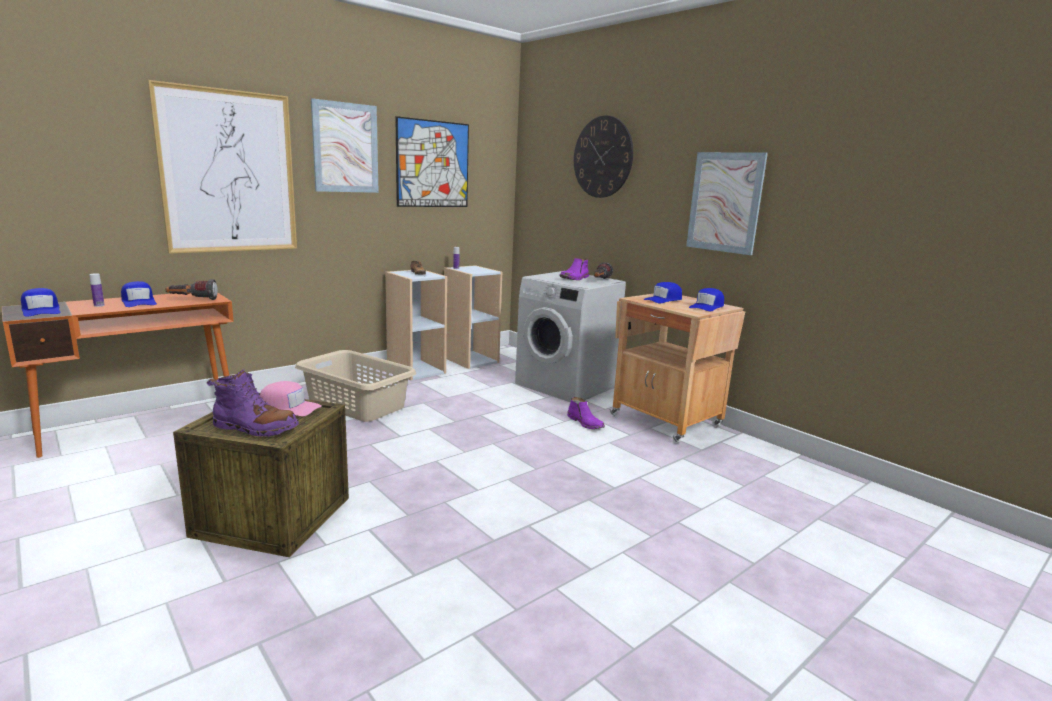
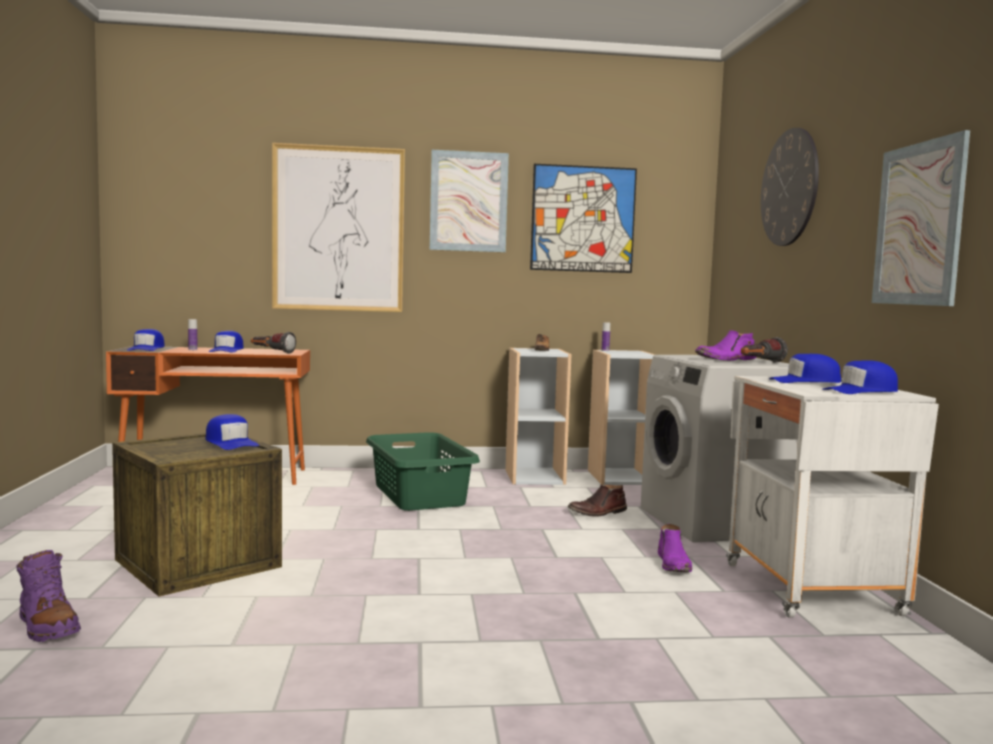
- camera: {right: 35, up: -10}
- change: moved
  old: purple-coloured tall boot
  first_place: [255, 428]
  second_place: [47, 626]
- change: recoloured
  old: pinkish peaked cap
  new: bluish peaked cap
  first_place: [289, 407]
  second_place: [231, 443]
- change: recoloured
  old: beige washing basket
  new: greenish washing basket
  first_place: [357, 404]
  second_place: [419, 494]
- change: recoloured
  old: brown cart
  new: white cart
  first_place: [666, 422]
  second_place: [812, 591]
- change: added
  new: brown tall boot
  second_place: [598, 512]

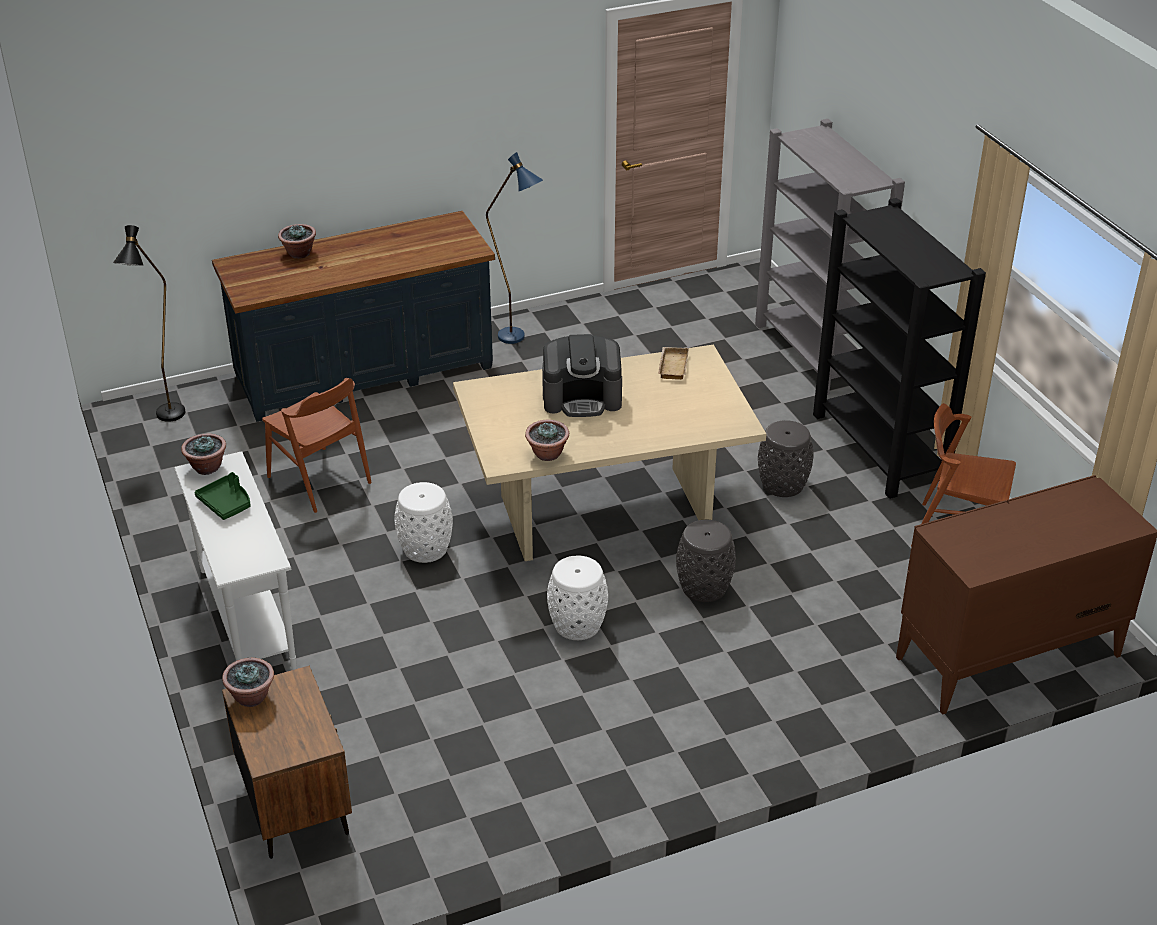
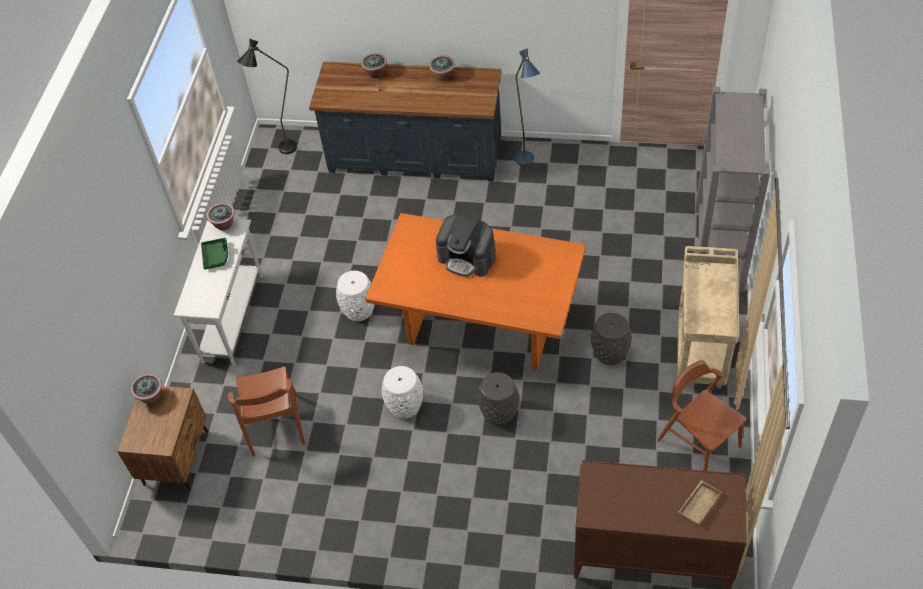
- camera: {right: 35, up: 15}
- change: moved
  old: brown upright chair
  first_place: [319, 480]
  second_place: [275, 425]
- change: recoloured
  old: beige dining table
  new: orange dining table
  first_place: [605, 512]
  second_place: [482, 326]
- change: moved
  old: potted plant
  first_place: [547, 454]
  second_place: [443, 76]
- change: moved
  old: beige tray
  first_place: [672, 366]
  second_place: [698, 503]
- change: replaced
  old: black-coloured bookcase
  new: beige cart
  first_place: [880, 447]
  second_place: [700, 349]

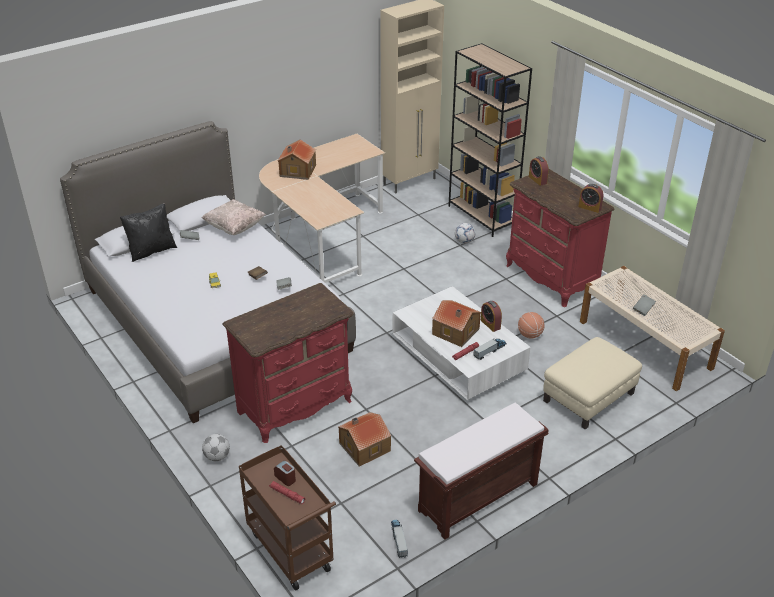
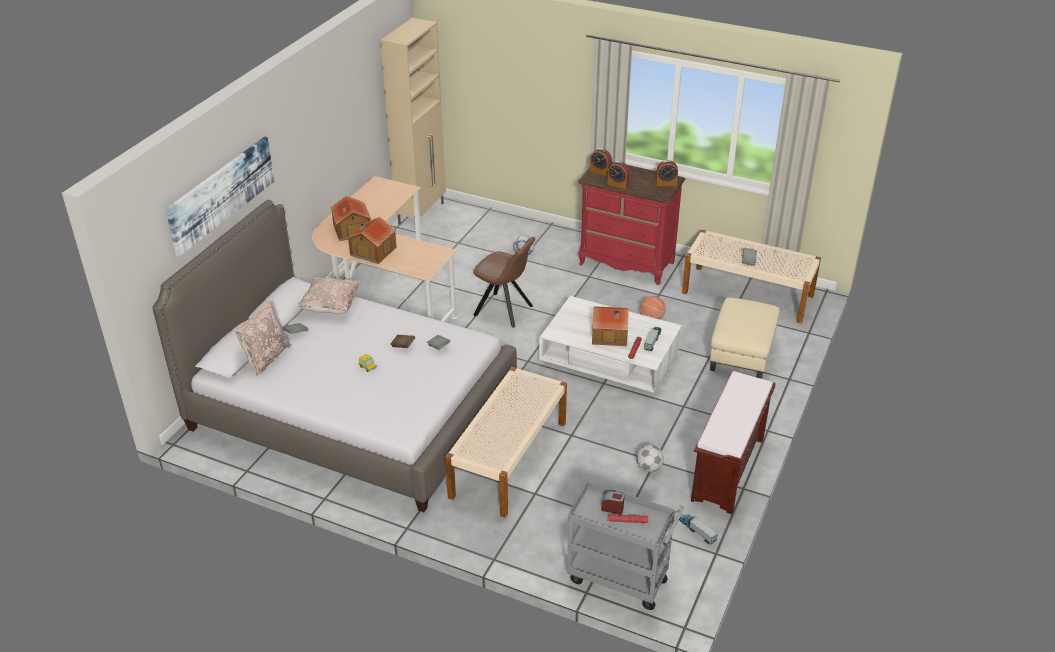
- camera: {right: -30, up: 0}
- change: recoloured
  old: black-coloured pillow
  new: beige pillow
  first_place: [151, 250]
  second_place: [266, 357]
- change: moved
  old: football
  first_place: [217, 456]
  second_place: [649, 468]
- change: replaced
  old: red-coloured chest of drawers
  new: beige bench
  first_place: [296, 408]
  second_place: [508, 459]
- change: recoloured
  old: brown cart
  new: gray cart
  first_place: [291, 553]
  second_place: [620, 582]
- change: moved
  old: toy house
  first_place: [363, 447]
  second_place: [372, 251]
- change: removed
  old: beige bookcase
  first_place: [482, 216]
- change: moved
  old: alarm clock
  first_place: [490, 324]
  second_place: [618, 184]
- change: added
  new: wall picture
  second_place: [222, 193]
- change: added
  new: brown upright chair
  second_place: [504, 310]

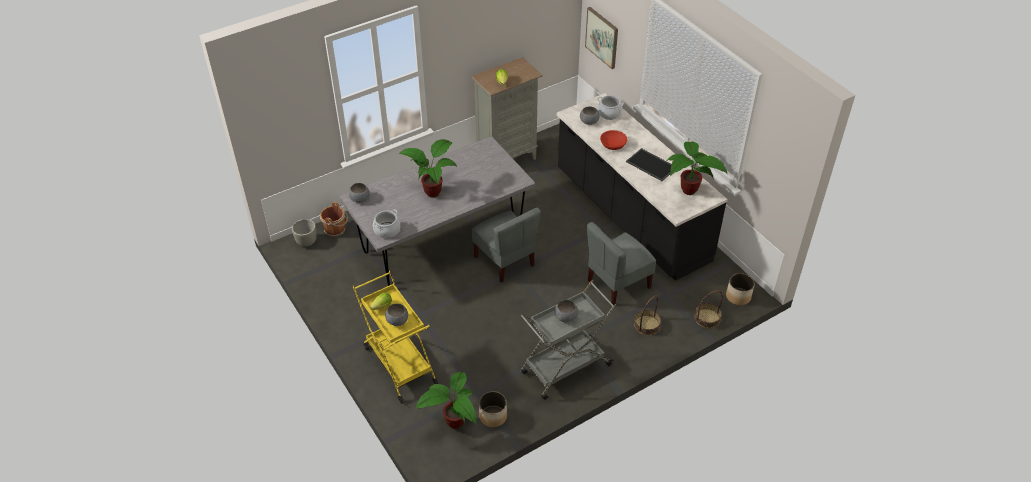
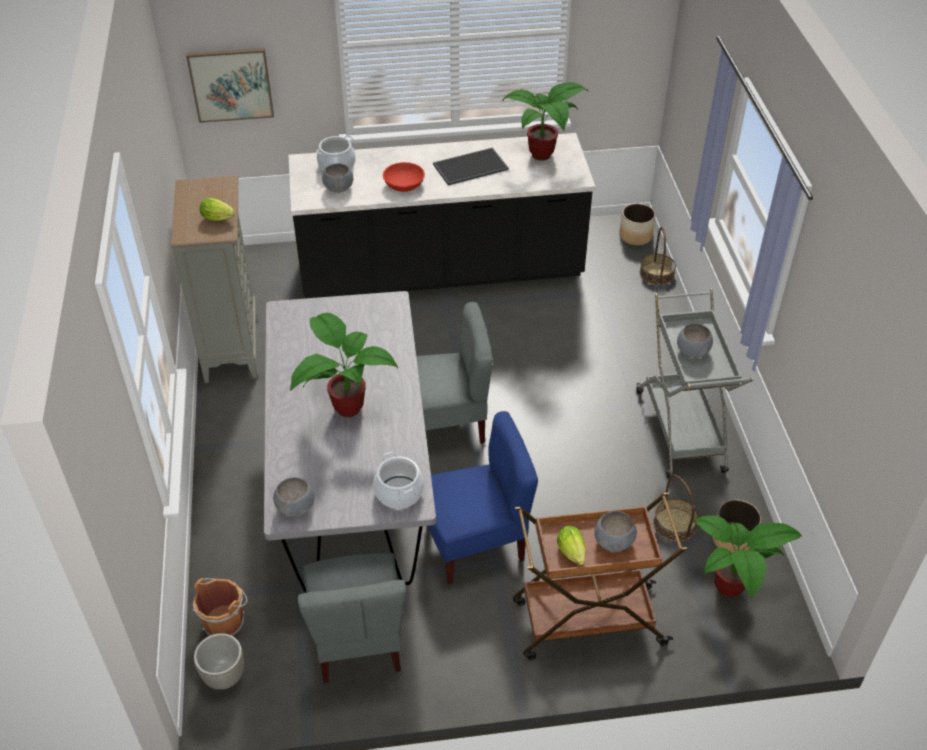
- camera: {right: -65, up: 0}
- change: recoloured
  old: yellow cart
  new: brown cart
  first_place: [400, 365]
  second_place: [588, 622]
- change: moved
  old: gray upright chair
  first_place: [618, 284]
  second_place: [358, 640]
- change: moved
  old: storage basket
  first_place: [647, 325]
  second_place: [675, 524]
- change: added
  new: bluish upright chair
  second_place: [475, 542]

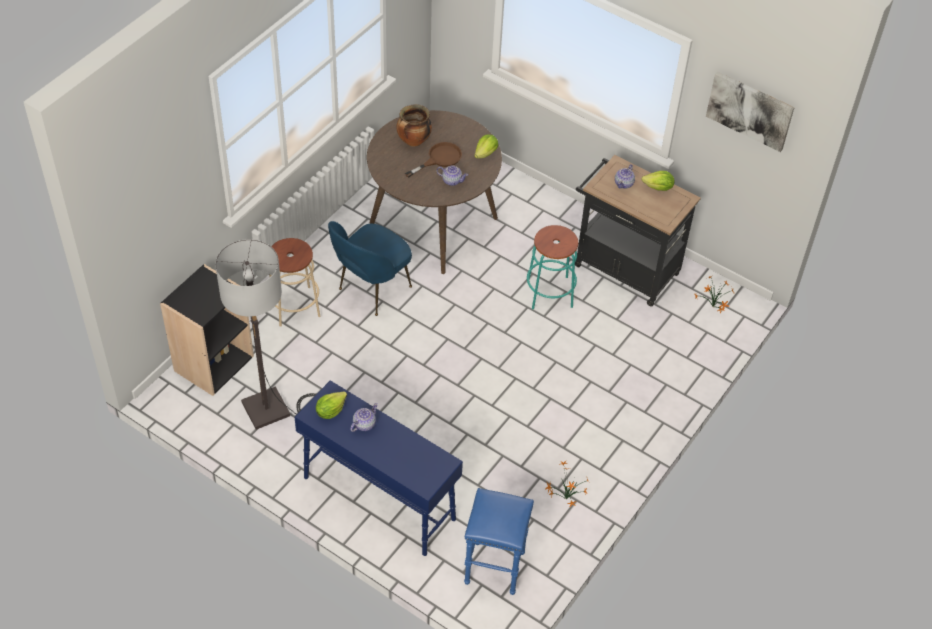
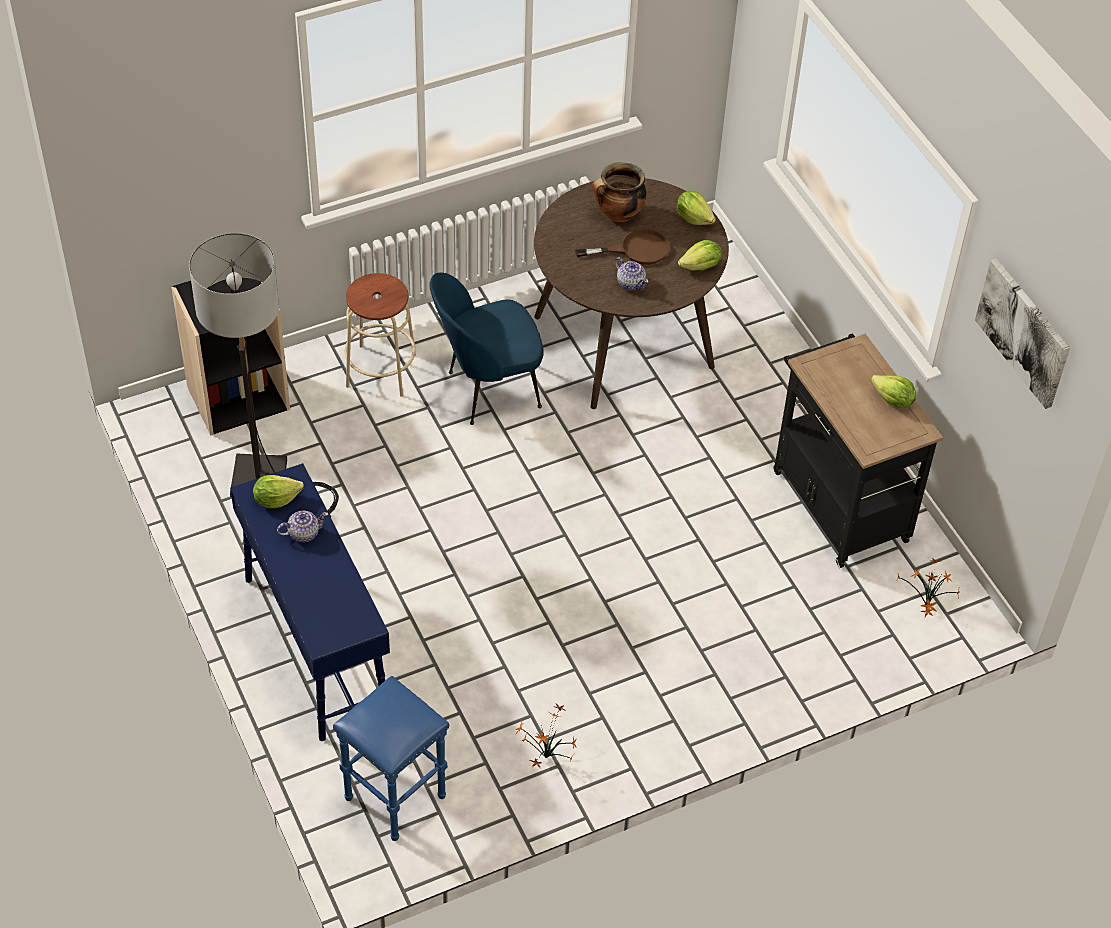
- camera: {right: 30, up: 0}
- change: removed
  old: turquoise-coloured stool seat
  first_place: [550, 292]
- change: removed
  old: teapot
  first_place: [624, 183]
- change: added
  new: lettuce head
  second_place: [694, 218]

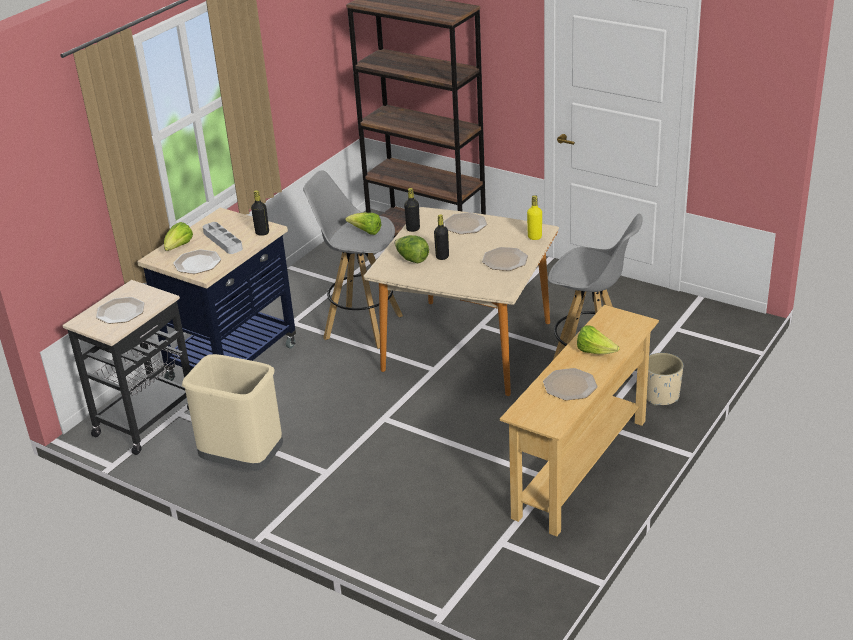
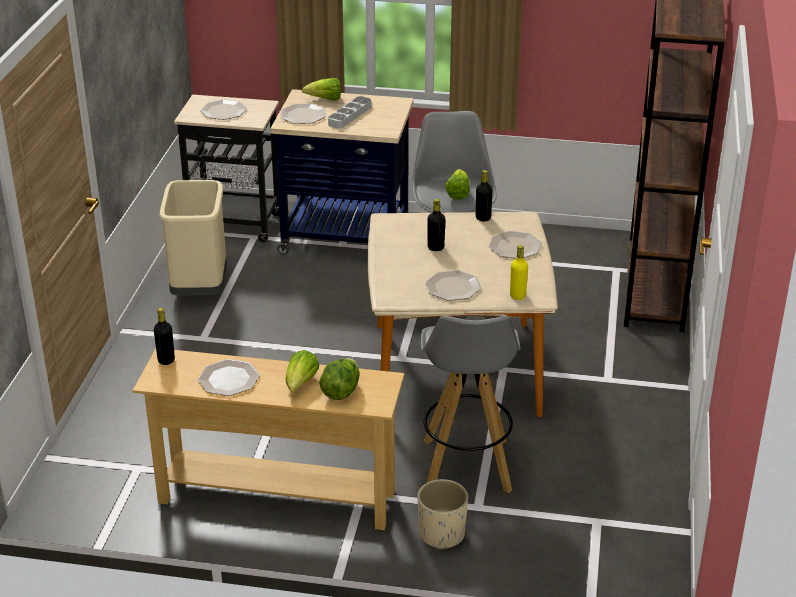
- camera: {right: 65, up: 0}
- change: moved
  old: black-coloured drink bottle
  first_place: [262, 233]
  second_place: [166, 360]
- change: moved
  old: lettuce head
  first_place: [412, 259]
  second_place: [341, 391]

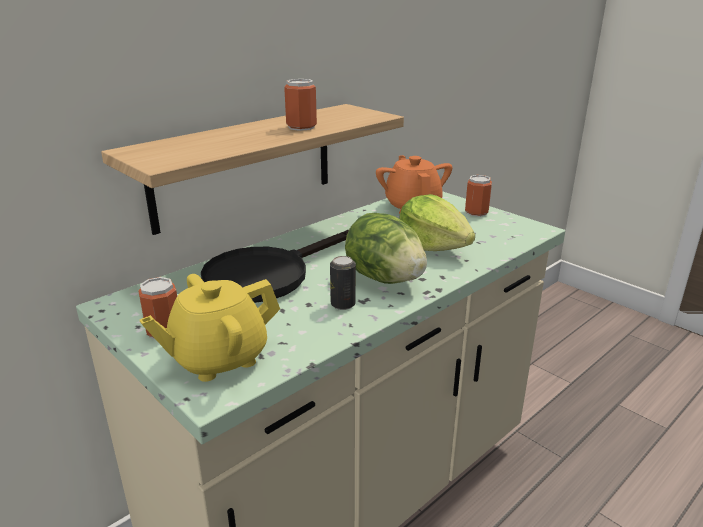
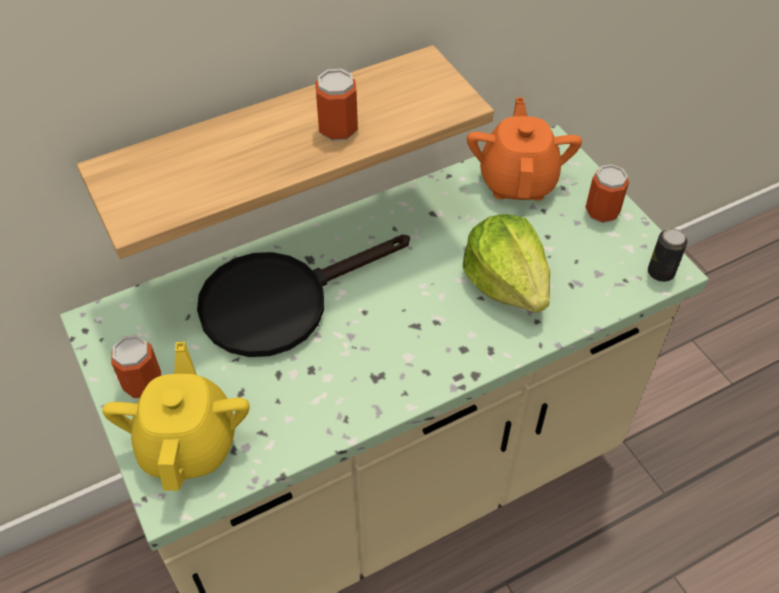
- camera: {right: 15, up: 25}
- change: turned
  old: yellow teapot
  first_place: [218, 358]
  second_place: [189, 443]
  degrees: 105
- change: moved
  old: can
  first_place: [343, 304]
  second_place: [660, 272]
- change: removed
  old: lettuce head
  first_place: [385, 278]

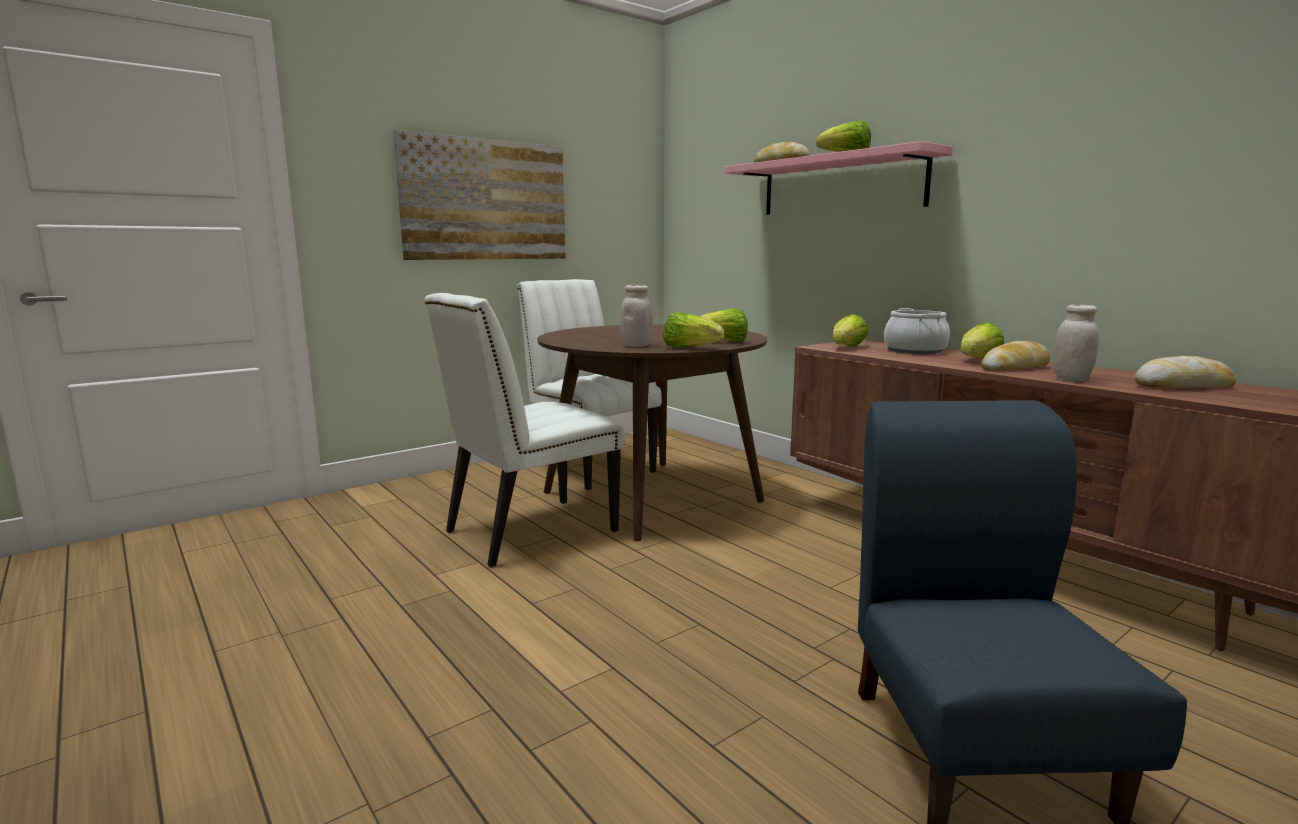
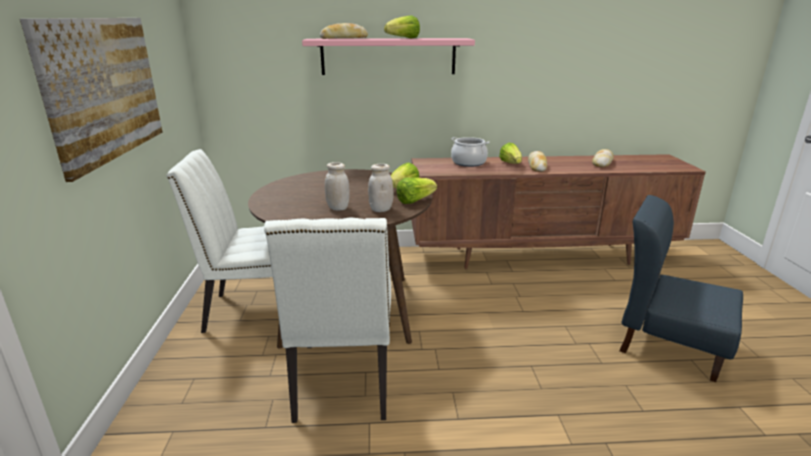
- camera: {right: -55, up: 10}
- change: removed
  old: lettuce head
  first_place: [847, 347]
- change: moved
  old: white storage jar
  first_place: [1071, 379]
  second_place: [338, 208]

